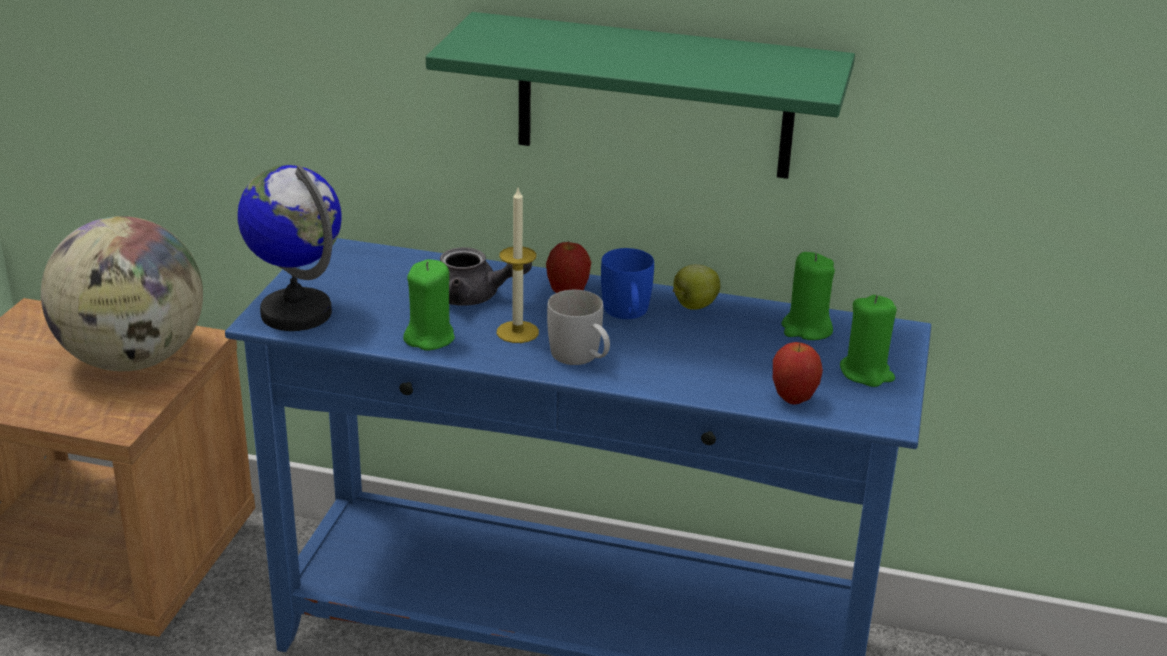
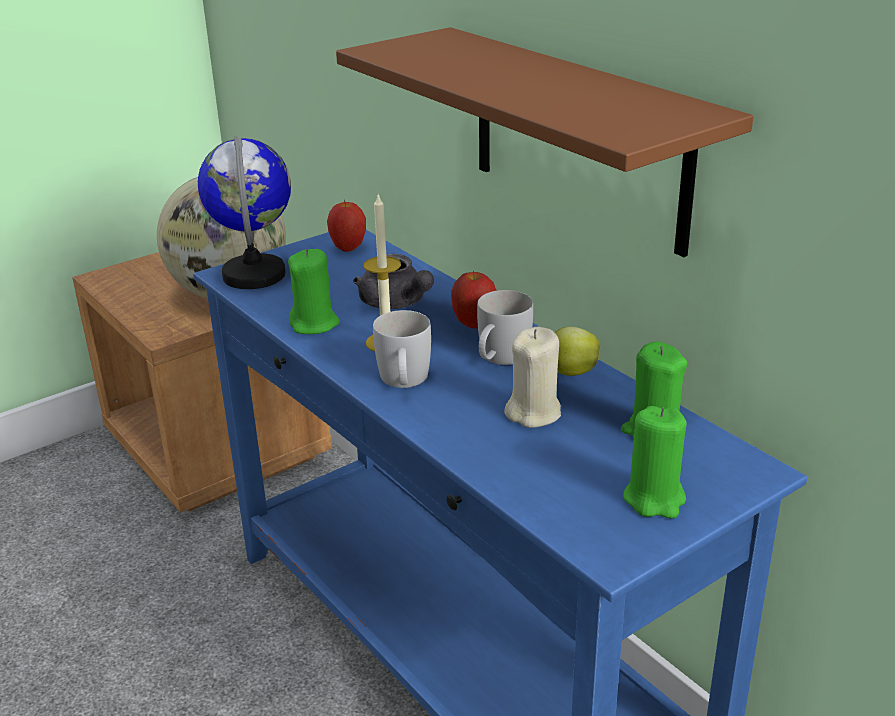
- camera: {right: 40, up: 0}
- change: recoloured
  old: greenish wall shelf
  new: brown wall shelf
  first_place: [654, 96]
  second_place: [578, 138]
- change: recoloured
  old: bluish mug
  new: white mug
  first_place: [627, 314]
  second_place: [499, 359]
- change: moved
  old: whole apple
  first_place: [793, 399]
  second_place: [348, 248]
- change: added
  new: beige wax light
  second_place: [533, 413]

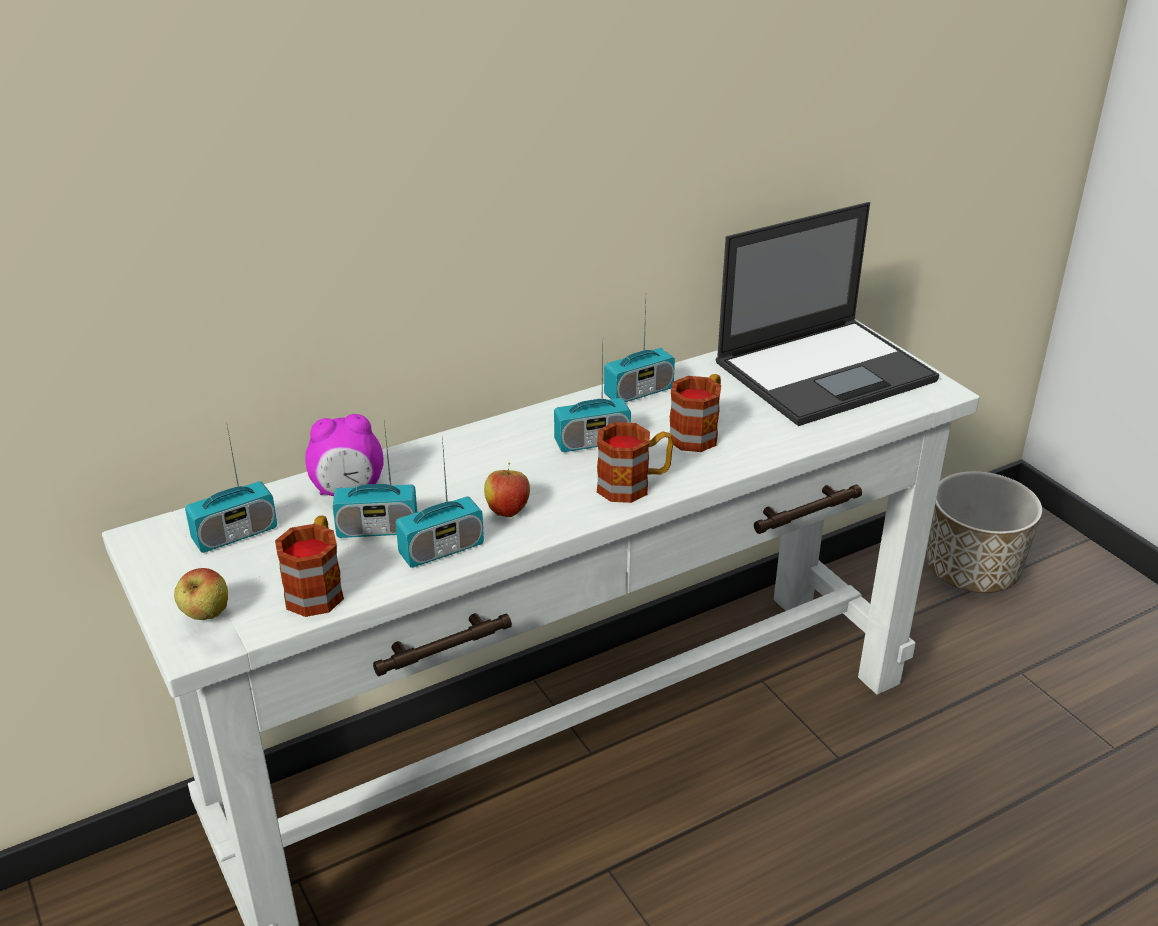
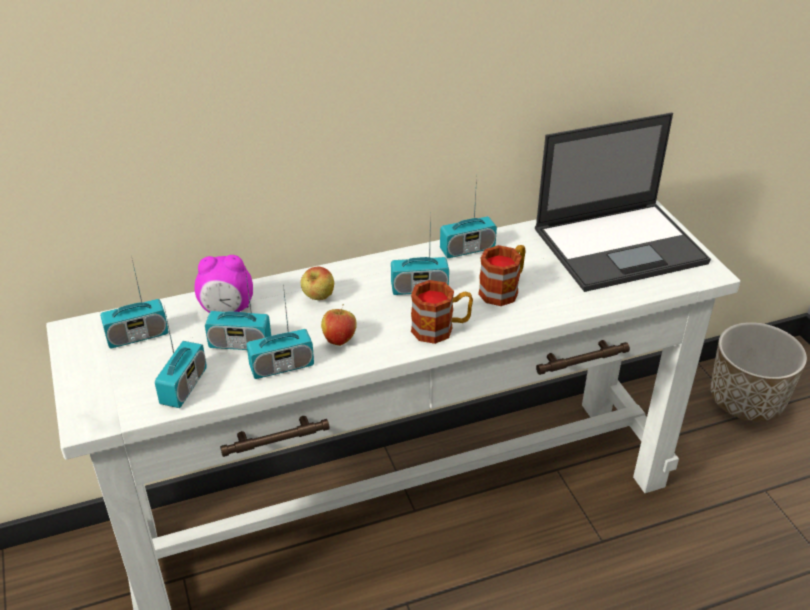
- camera: {right: 10, up: 5}
- change: moved
  old: whole apple
  first_place: [206, 616]
  second_place: [318, 298]
- change: replaced
  old: mug
  new: radio
  first_place: [317, 587]
  second_place: [184, 387]

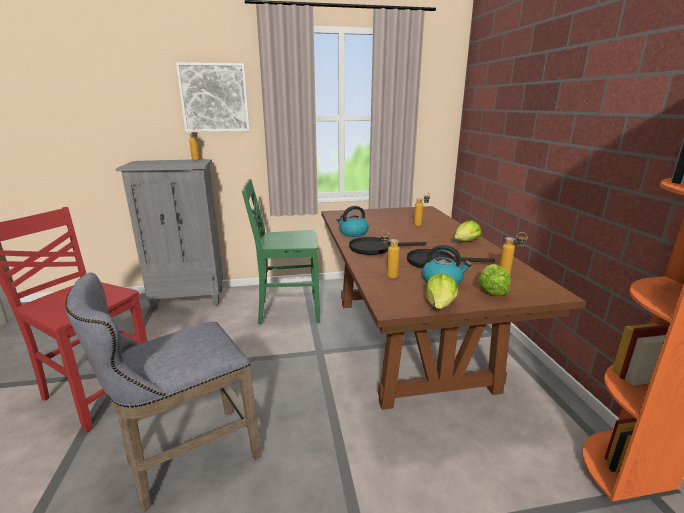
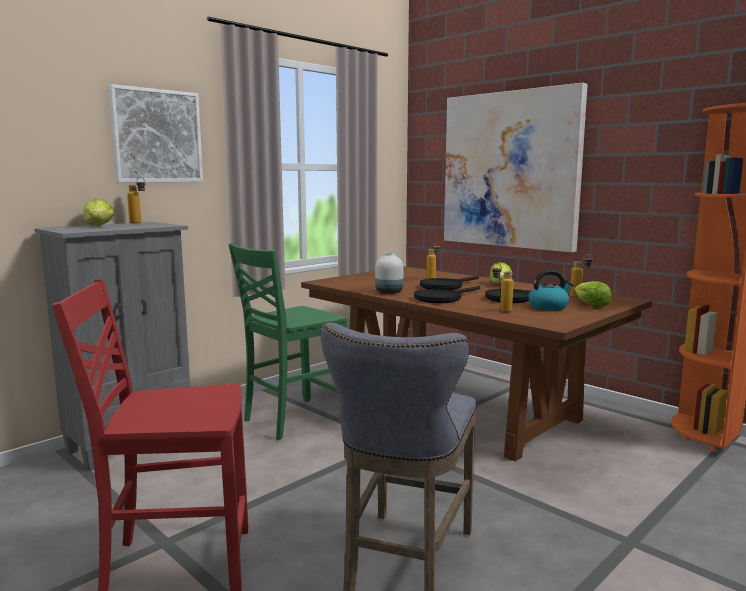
- camera: {right: -35, up: -10}
- change: replaced
  old: kettle
  new: white flower vase
  first_place: [353, 233]
  second_place: [389, 292]
- change: moved
  old: lettuce head
  first_place: [440, 305]
  second_place: [99, 226]
- change: added
  new: black-coloured skillet
  second_place: [445, 286]
- change: added
  new: wall picture
  second_place: [510, 170]

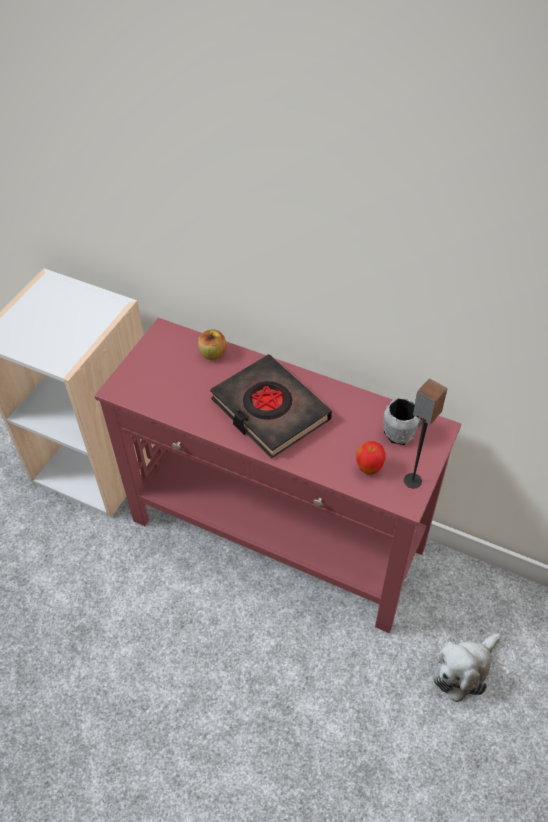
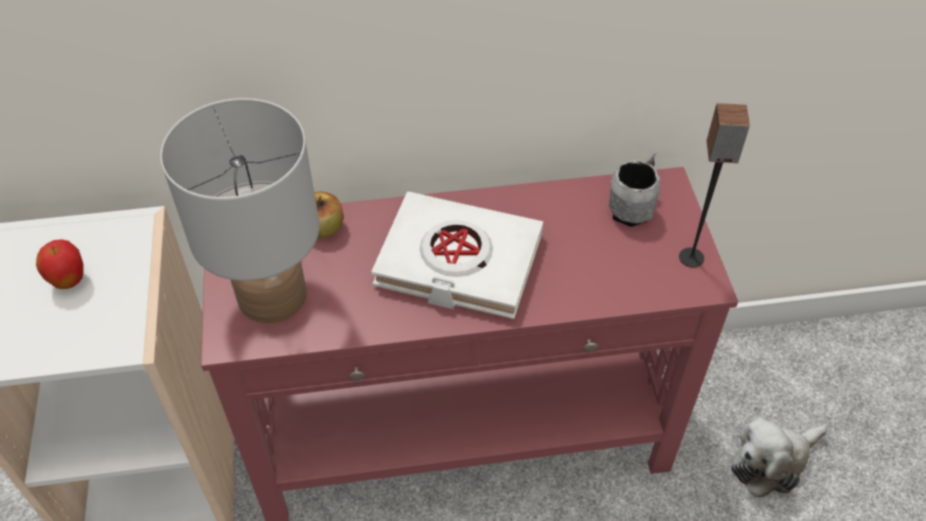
- camera: {right: -35, up: 0}
- change: recoloured
  old: black-coloured volume
  new: white volume
  first_place: [269, 410]
  second_place: [458, 262]
- change: moved
  old: whole apple
  first_place: [369, 469]
  second_place: [69, 282]
- change: turned
  old: cuddly toy
  first_place: [463, 669]
  second_place: [771, 462]
  degrees: 45
- change: added
  new: gray lamp for a table
  second_place: [272, 297]

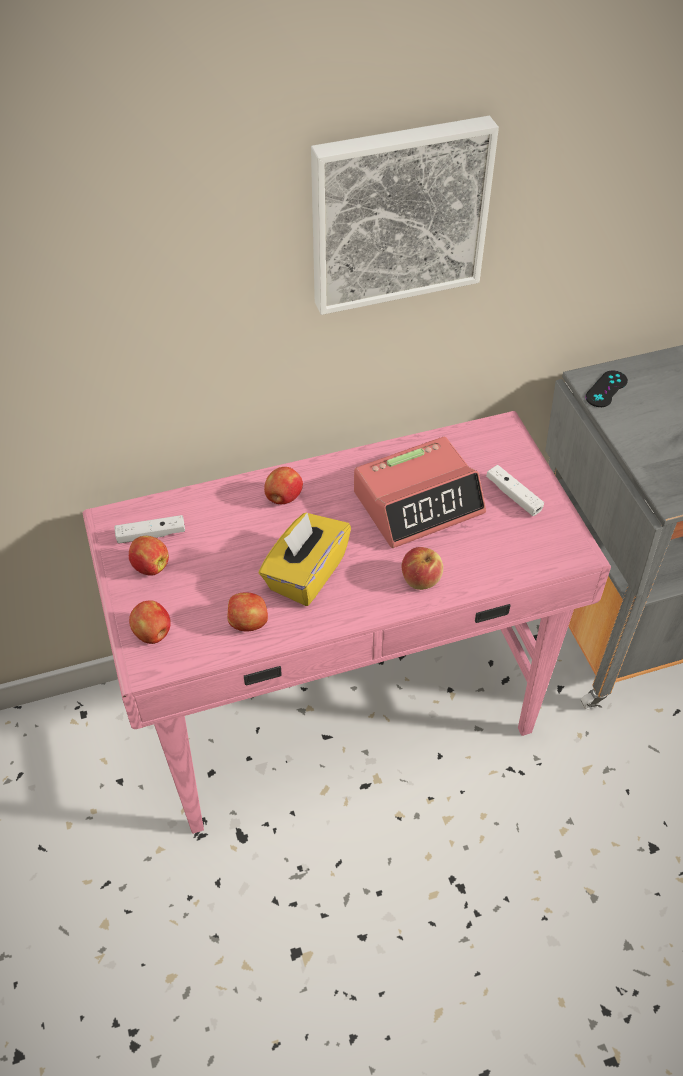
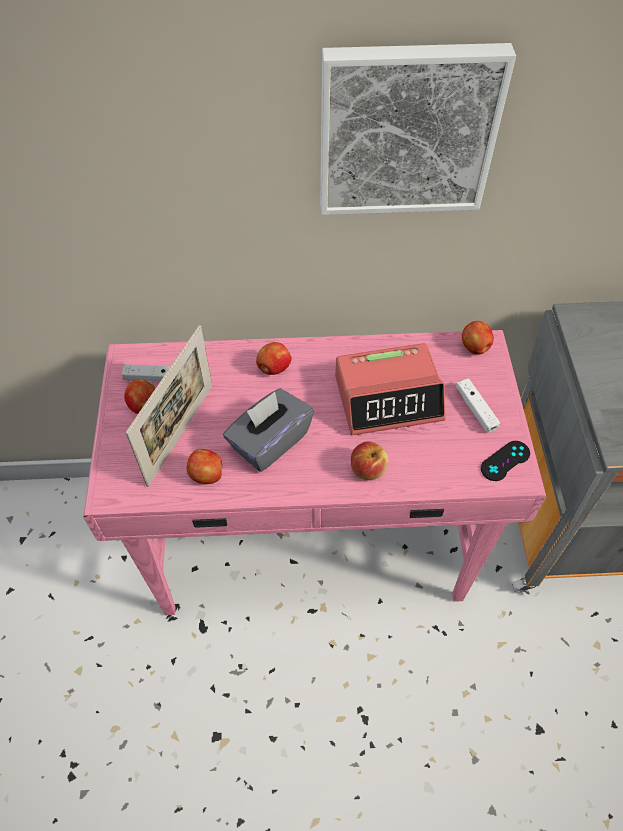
- camera: {right: 15, up: 5}
- change: moved
  old: whole apple
  first_place: [153, 633]
  second_place: [475, 347]
- change: recoloured
  old: yellow tissue box
  new: gray tissue box
  first_place: [305, 574]
  second_place: [269, 441]
- change: moved
  old: black-coloured joypad
  first_place: [606, 389]
  second_place: [505, 461]
- change: added
  new: picture frame
  second_place: [180, 433]

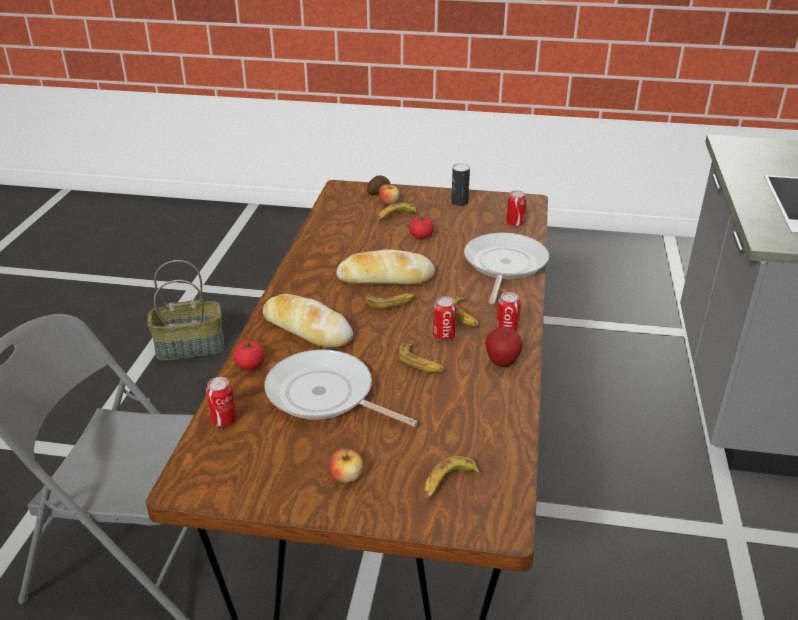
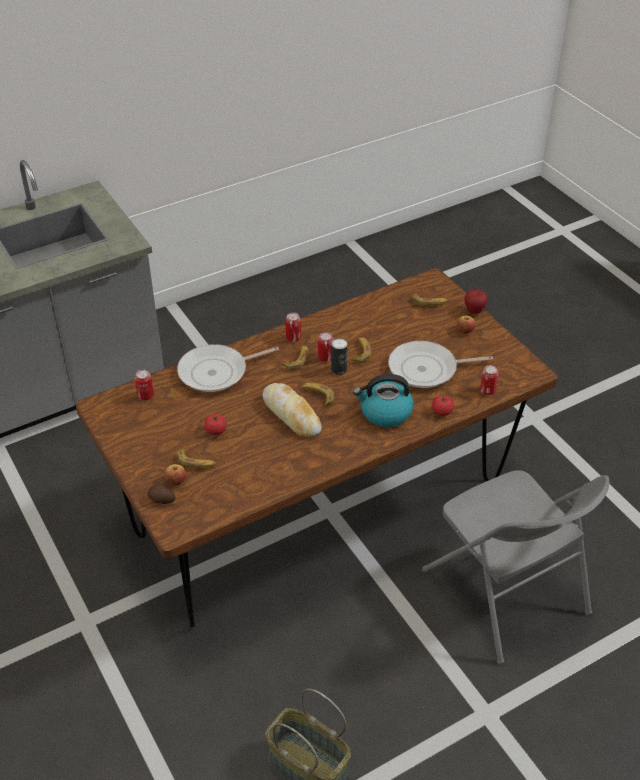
- camera: {right: -130, up: 10}
- change: replaced
  old: bread
  new: kettle
  first_place: [307, 329]
  second_place: [385, 412]
- change: turned
  old: skillet
  first_place: [325, 395]
  second_place: [427, 369]
  degrees: 90
- change: moved
  old: can
  first_place: [459, 202]
  second_place: [339, 370]
- change: moved
  old: whole apple
  first_place: [502, 363]
  second_place: [474, 311]

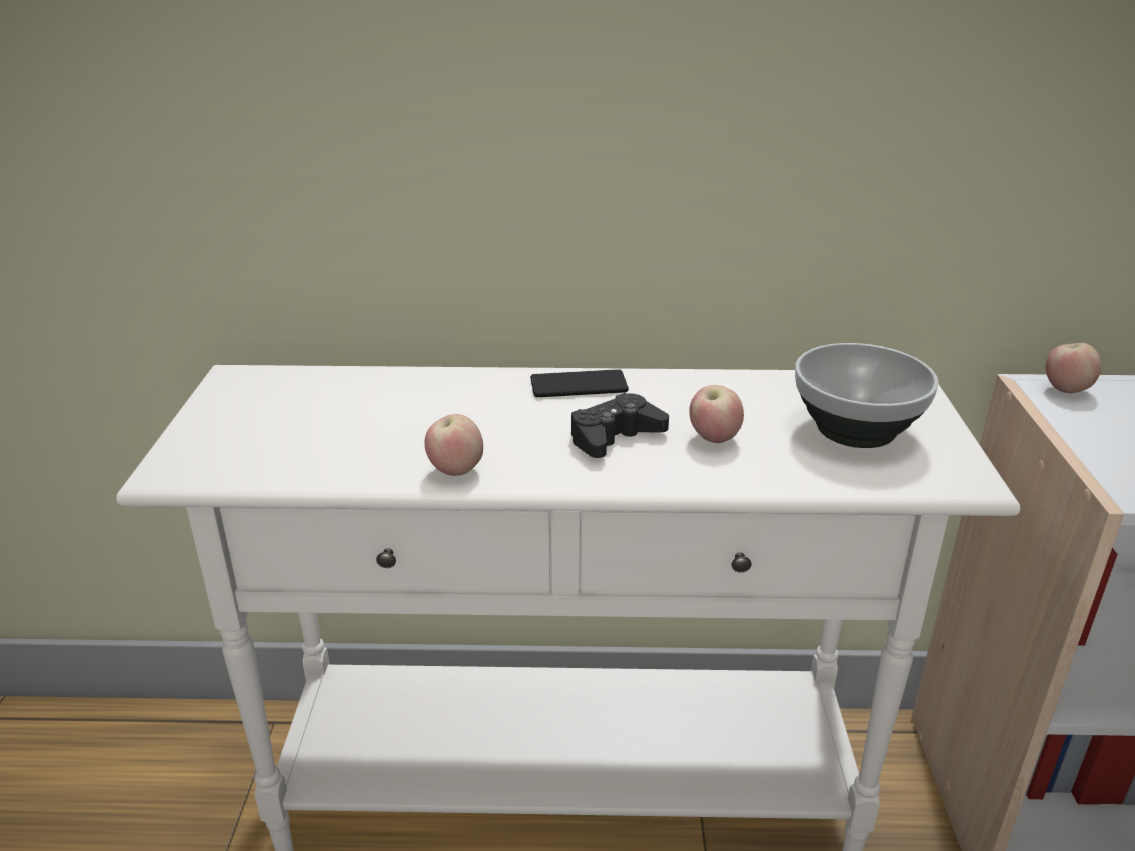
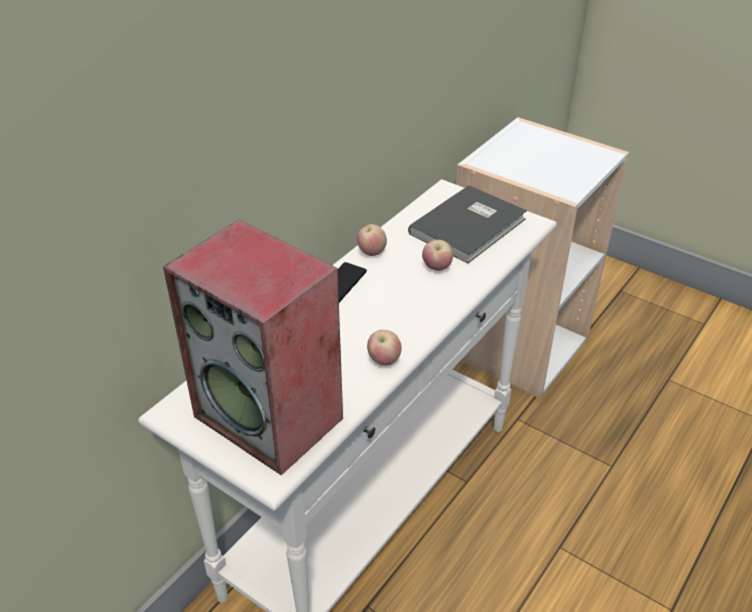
- camera: {right: -55, up: 10}
- change: removed
  old: black-coloured joypad
  first_place: [615, 436]
- change: replaced
  old: deep dish
  new: gray volume
  first_place: [857, 431]
  second_place: [471, 226]
- change: moved
  old: whole apple
  first_place: [1066, 390]
  second_place: [371, 252]
- change: added
  new: speaker
  second_place: [271, 417]

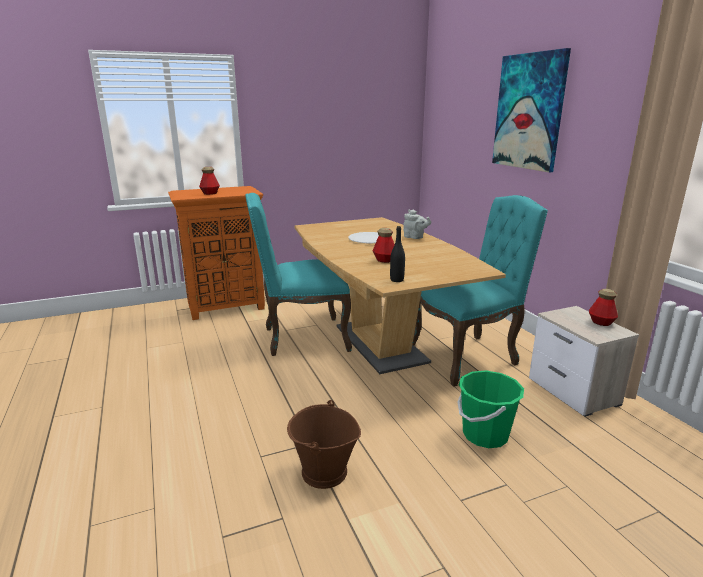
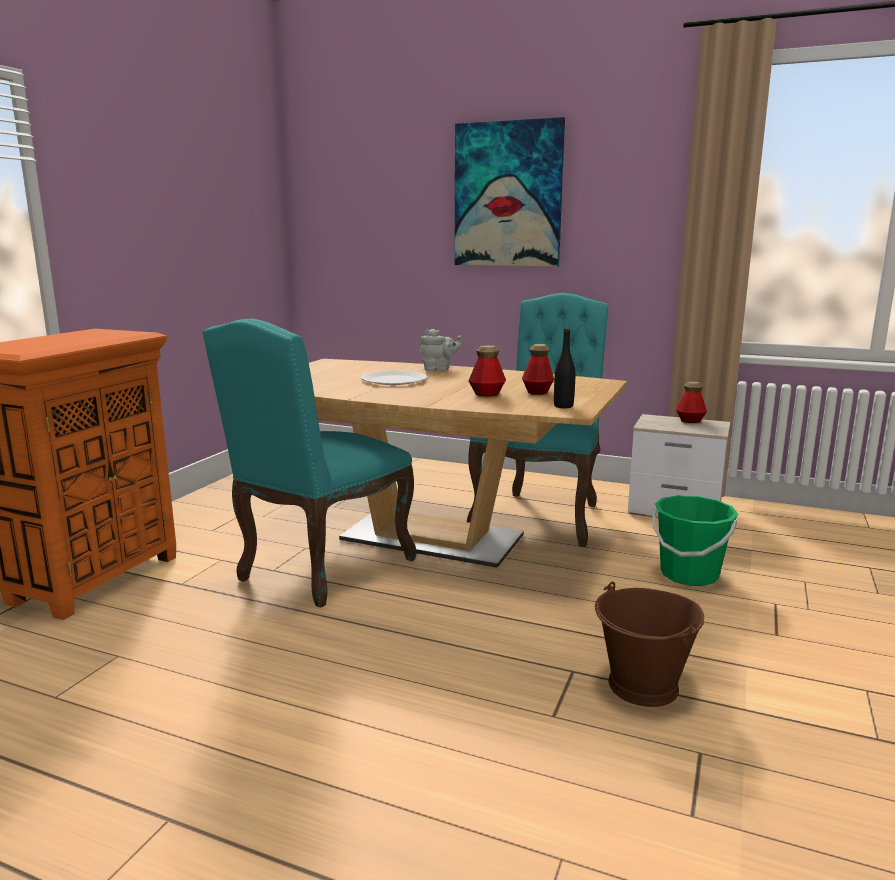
- camera: {right: -45, up: -5}
- change: moved
  old: drink bottle
  first_place: [210, 193]
  second_place: [537, 392]

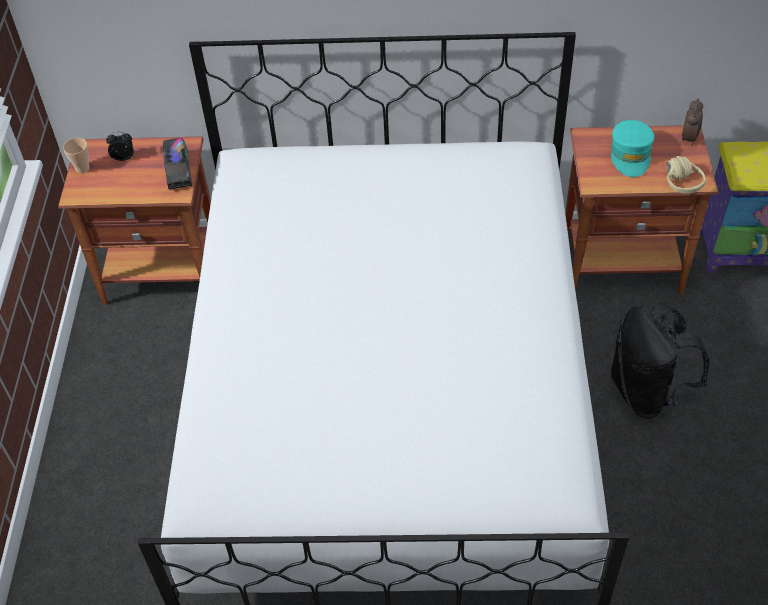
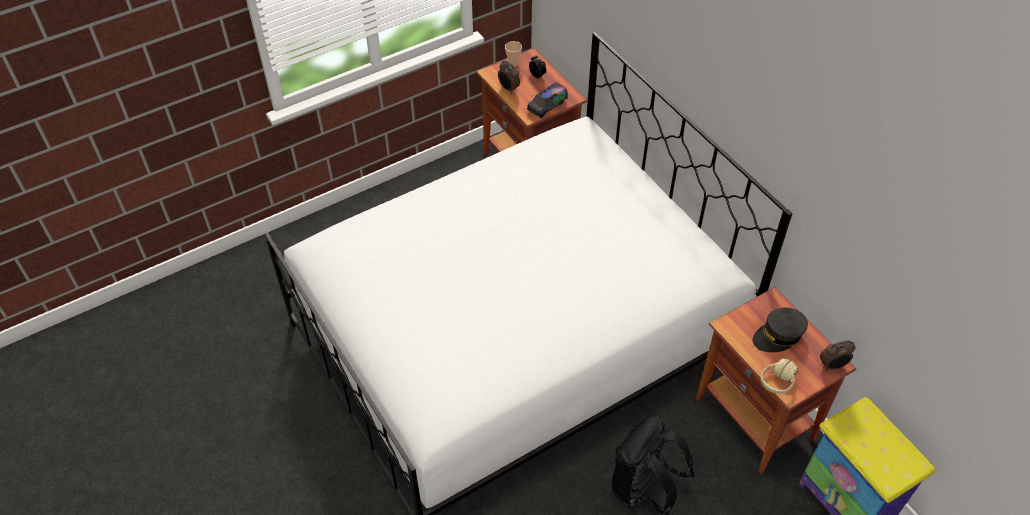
- camera: {right: 55, up: 0}
- change: recoloured
  old: turquoise-coloured peaked cap
  new: gray peaked cap
  first_place: [630, 155]
  second_place: [778, 335]
- change: added
  new: alarm clock
  second_place: [508, 89]

